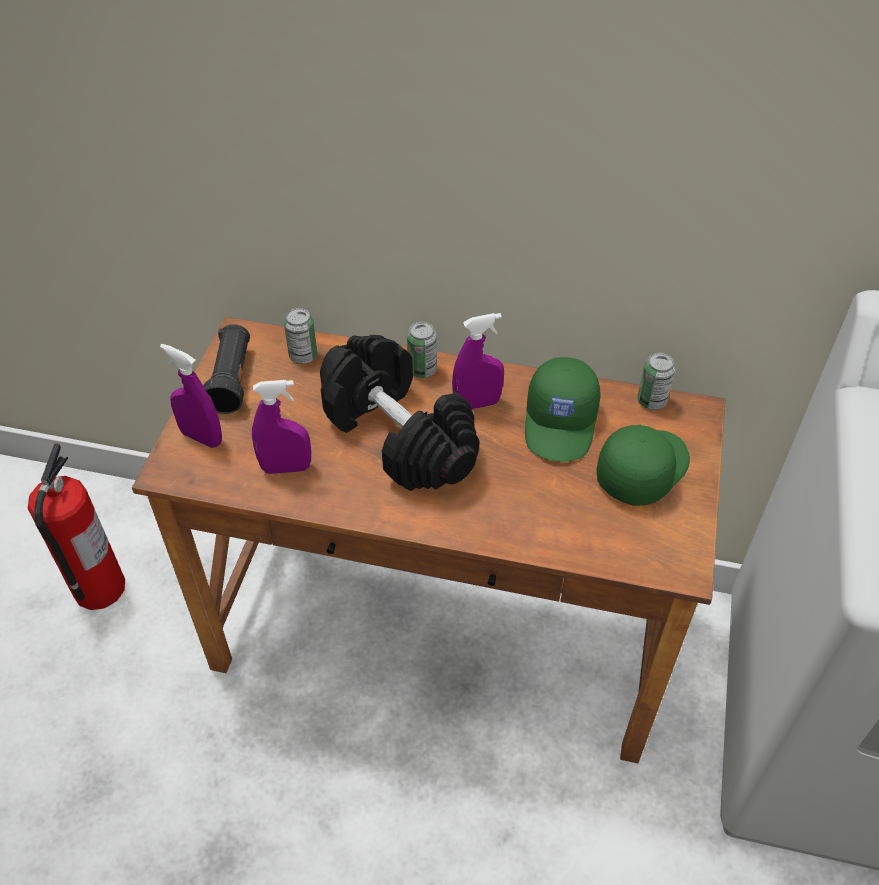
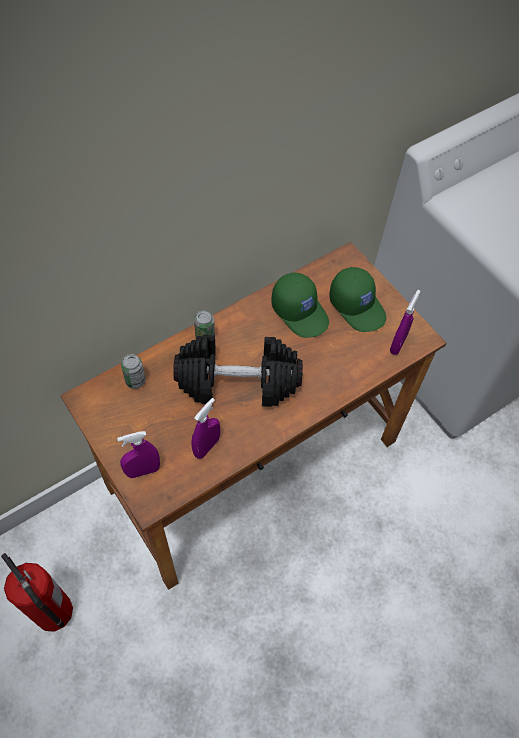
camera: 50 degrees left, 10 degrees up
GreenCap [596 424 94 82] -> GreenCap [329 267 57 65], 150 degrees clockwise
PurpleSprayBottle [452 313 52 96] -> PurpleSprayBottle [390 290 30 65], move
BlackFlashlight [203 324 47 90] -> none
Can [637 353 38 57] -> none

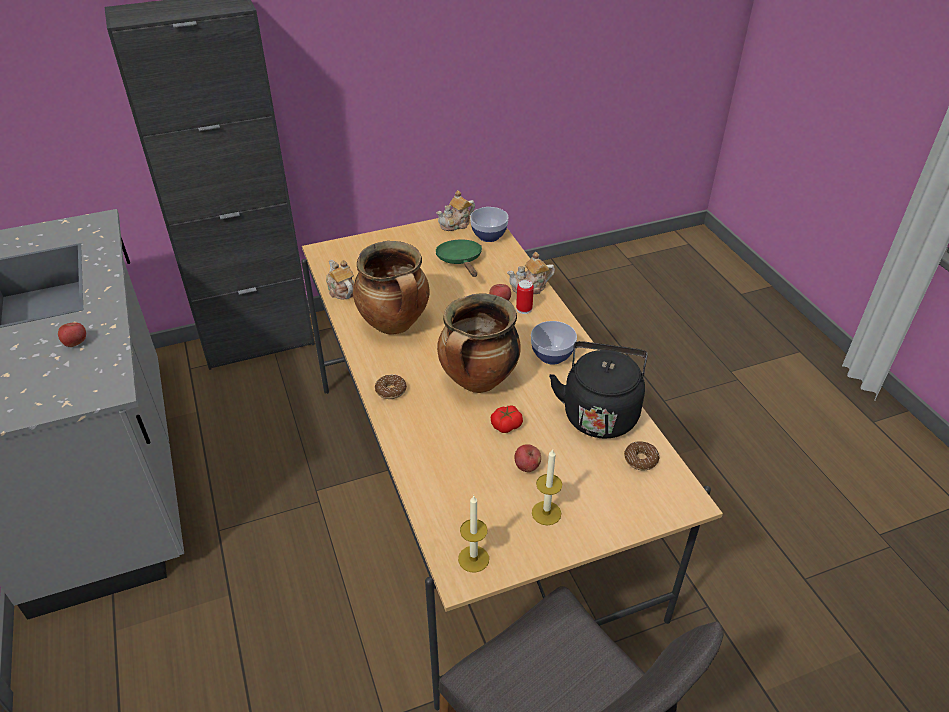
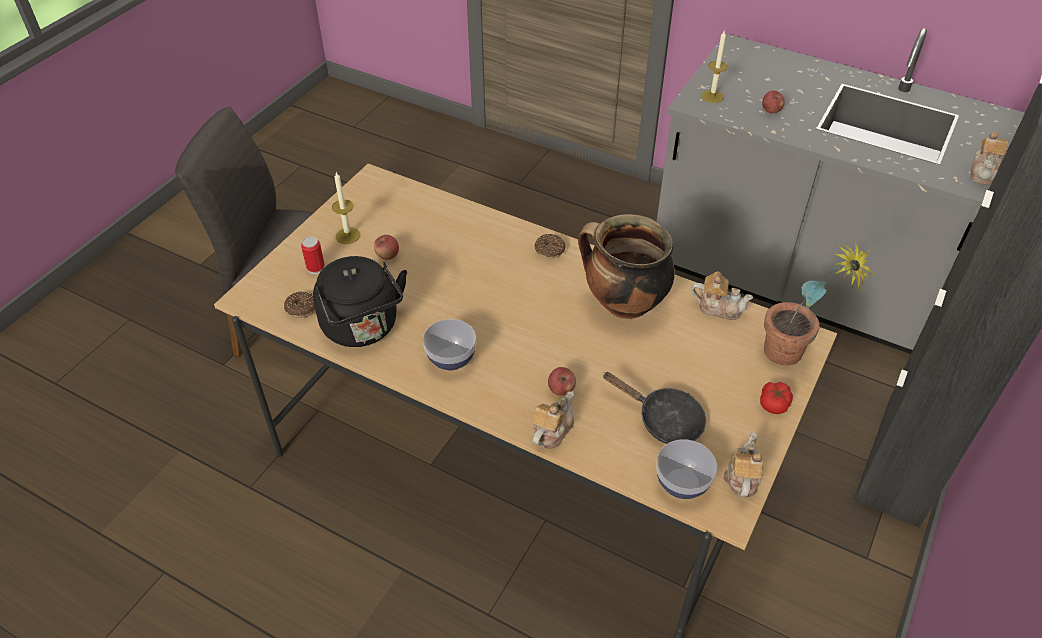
camera: 140 degrees right, 5 degrees up
Can [516 280 18 34] -> Can [301 236 24 38], move
GreenFryingPan [435 239 47 38] -> BlackFryingPan [602 372 104 72]
Candle [458 496 31 77] -> Candle [702 30 26 73], move
Tomato [491 405 32 28] -> Tomato [760 382 33 32], move
none -> PottedPlant [764 241 111 125]
none -> Teapot [970 132 38 53]
CookingPot [437 293 84 100] -> none

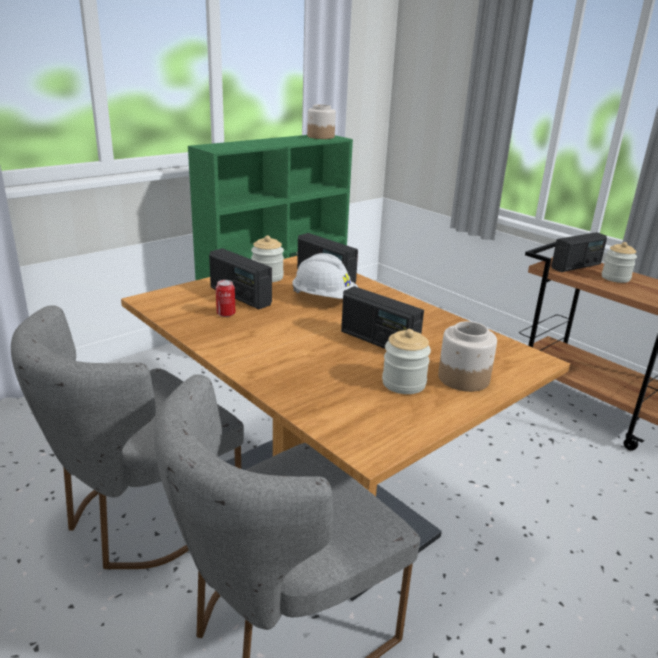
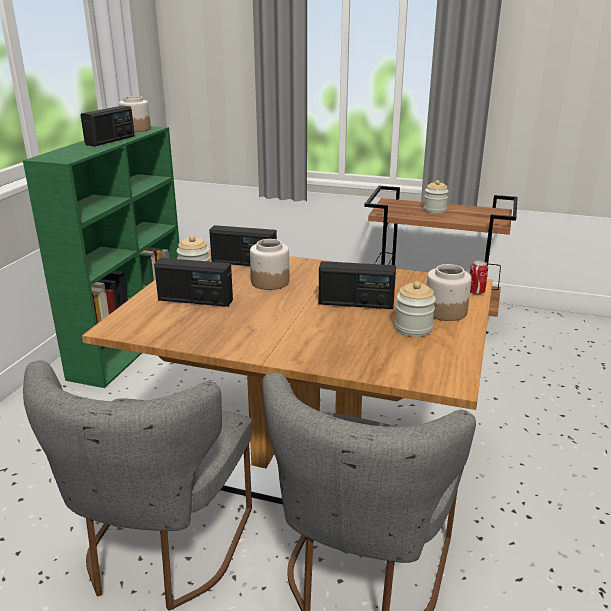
camera: 30 degrees left, 0 degrees up
Radio [551 232 56 40] -> Radio [81 106 54 40], move
WhiteHardHat [292 253 67 46] -> Jar [250 239 39 51]
Can [216 280 19 37] -> Can [470 260 18 34], move

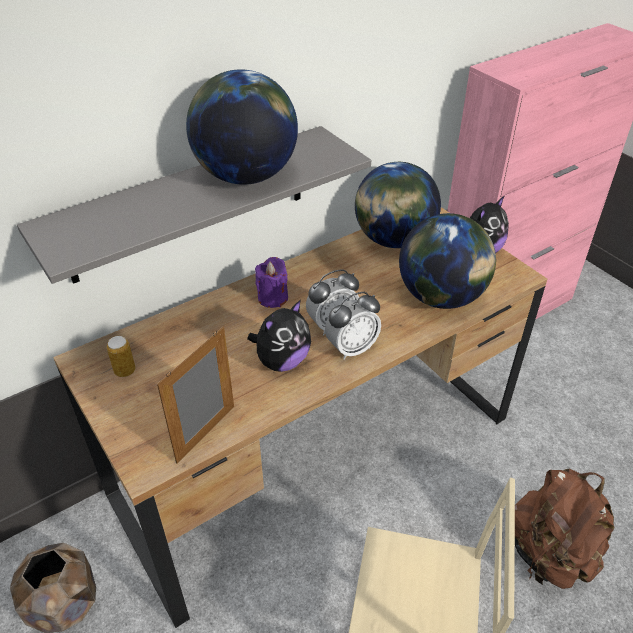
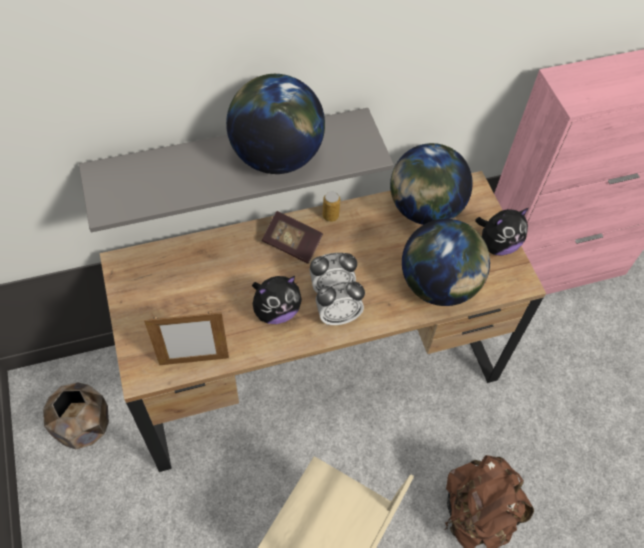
camera: 15 degrees right, 15 degrees up
PictureFrame [157 327 77 137] -> PictureFrame [144 311 85 54], 150 degrees counterclockwise
PurpleCandle [255 257 33 51] -> Book [262 211 61 53]
Can [107 336 28 41] -> Can [322 191 18 31], move

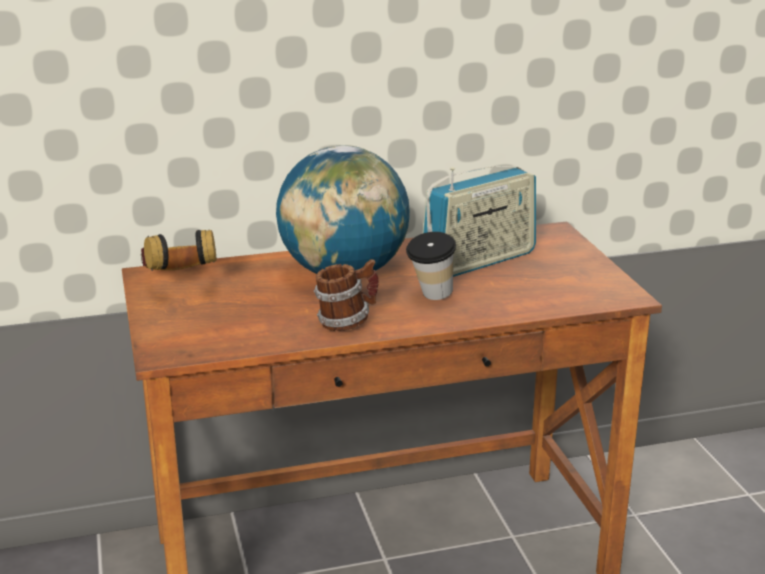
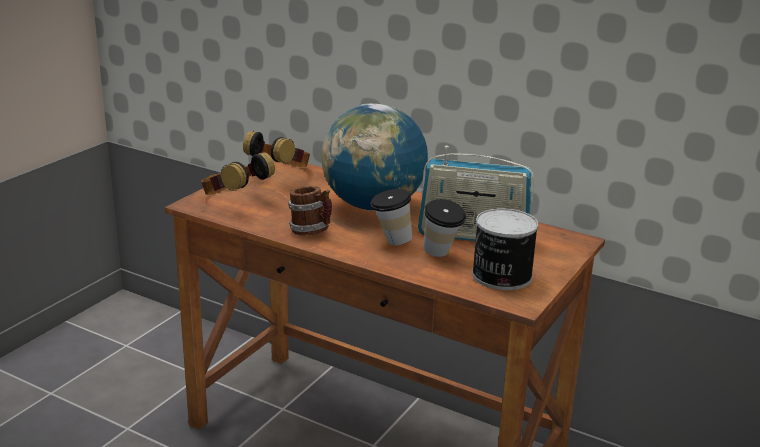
camera: 45 degrees right, 0 degrees up
none -> Headphones [201 153 74 42]
none -> Cup [423 199 43 58]
none -> Can [472 208 66 82]

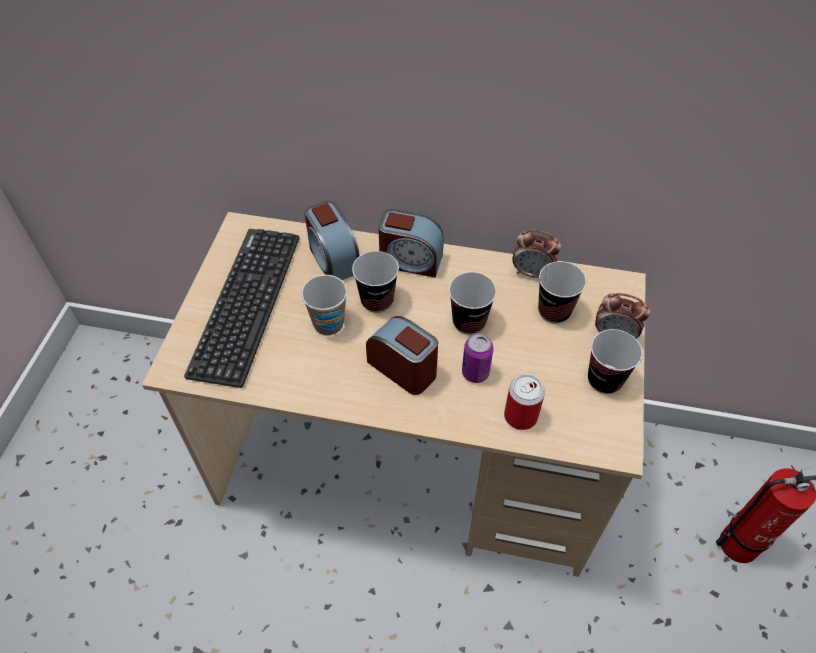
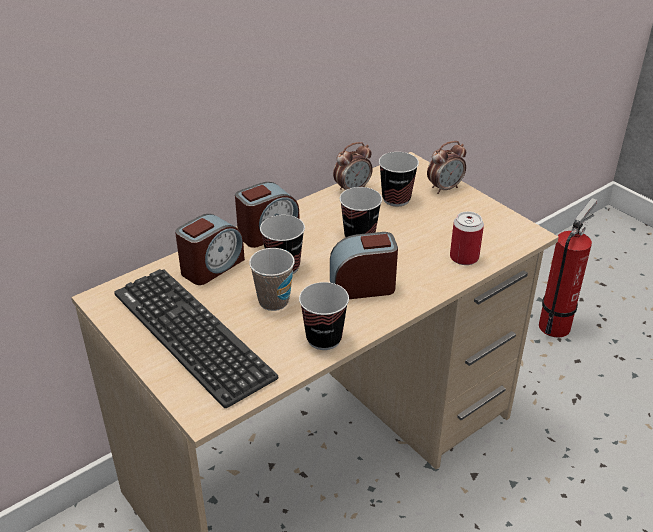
camera: 50 degrees left, 15 degrees down
AlarmClock [305 201 54 79] -> AlarmClock [175 214 70 71], 60 degrees counterclockwise
Cup [588 329 54 65] -> Cup [299 282 50 68], move
Can [462 333 31 50] -> none

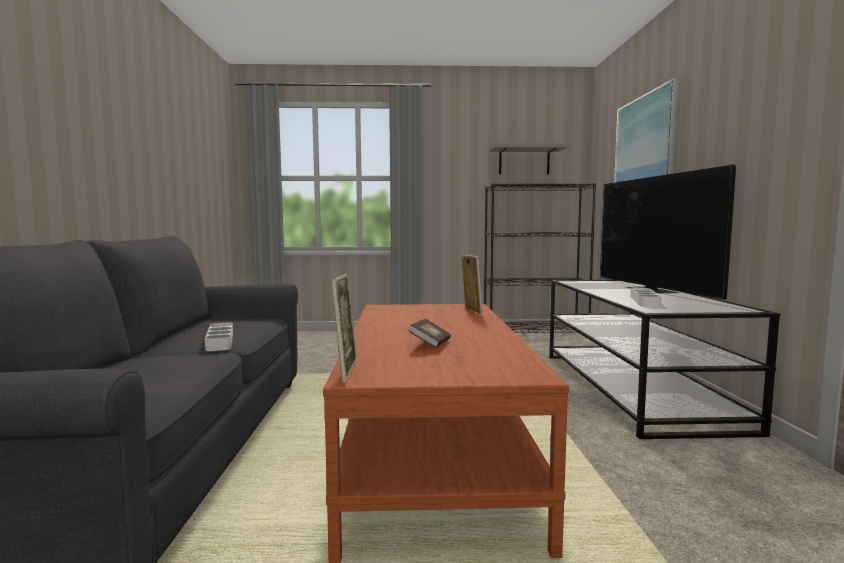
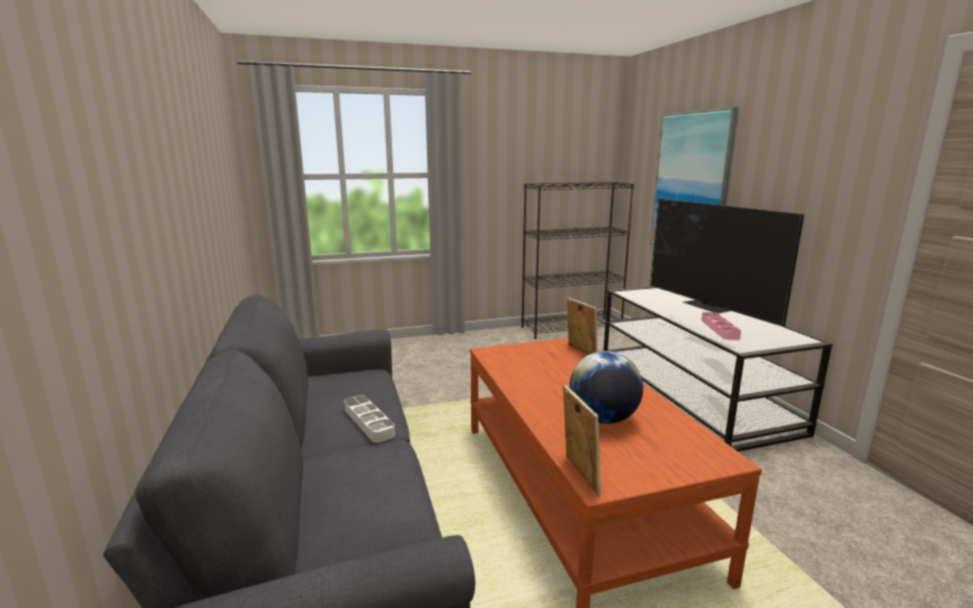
camera: 15 degrees left, 10 degrees up
Book [409 319 42 28] -> Globe [570 351 73 73]
GreyTray [630 288 32 19] -> PinkTray [701 312 40 28]
GreyShelf [490 143 79 31] -> none

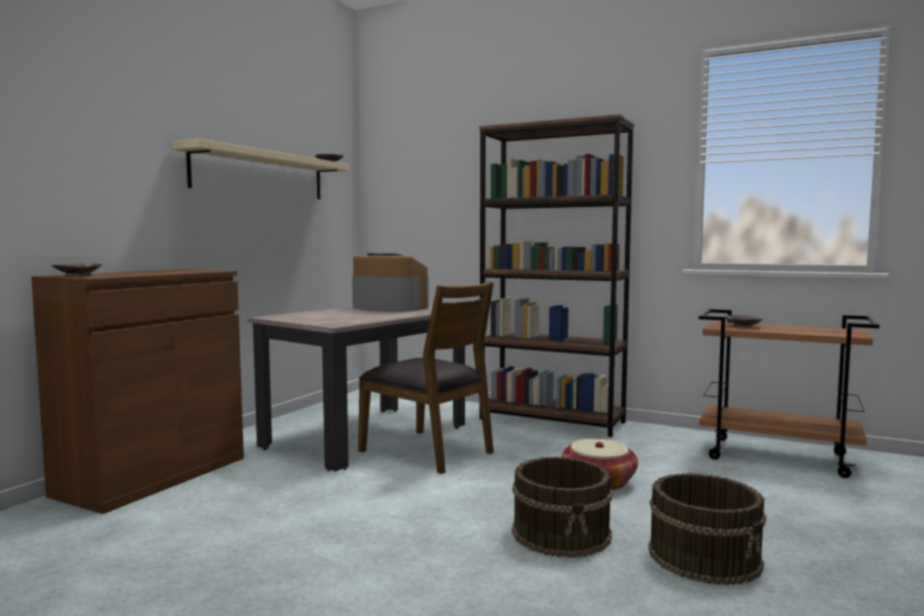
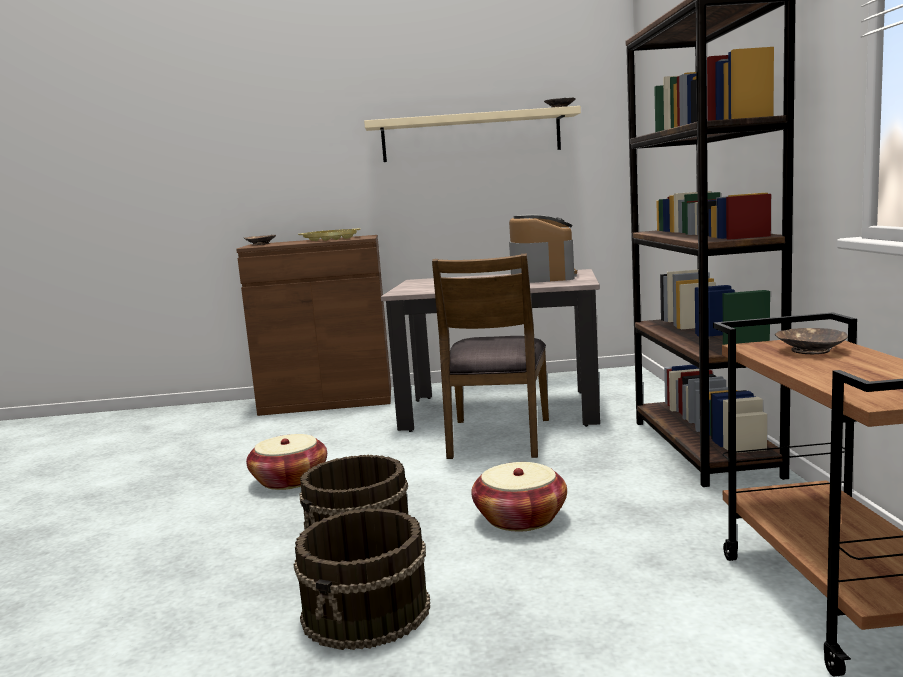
camera: 60 degrees right, 5 degrees up
none -> Basket [246 434 81 56]
none -> YellowTray [298 229 62 12]

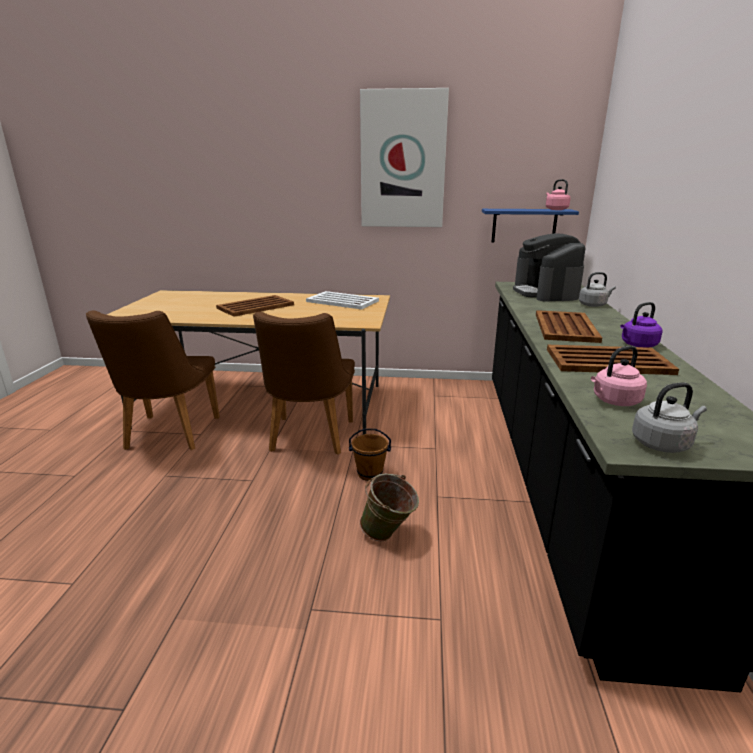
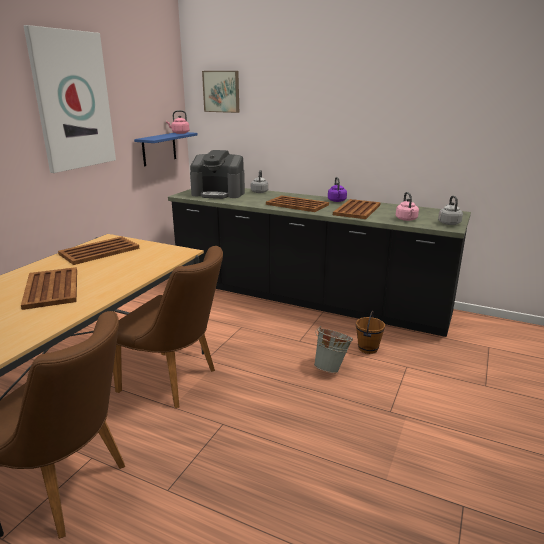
camera: 70 degrees left, 0 degrees up
WhiteTray [306 291 73 19] -> BrownTray [58 236 82 29]
none -> Picture [202 71 37 42]
GreenBucket [360 474 59 67] -> GreyBucket [314 326 39 47]
BrownBucket [349 428 42 53] -> BrownBucket [356 311 29 43], move

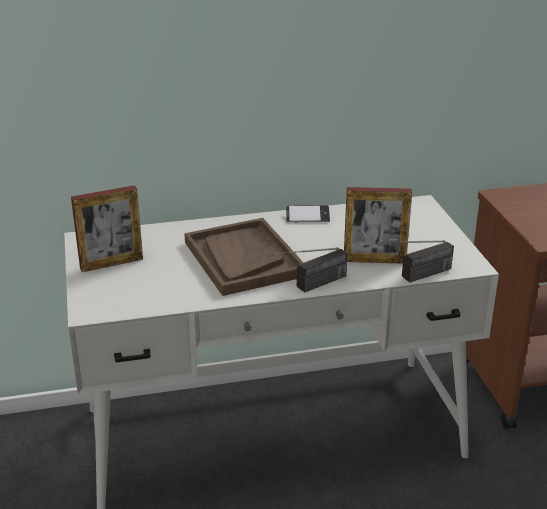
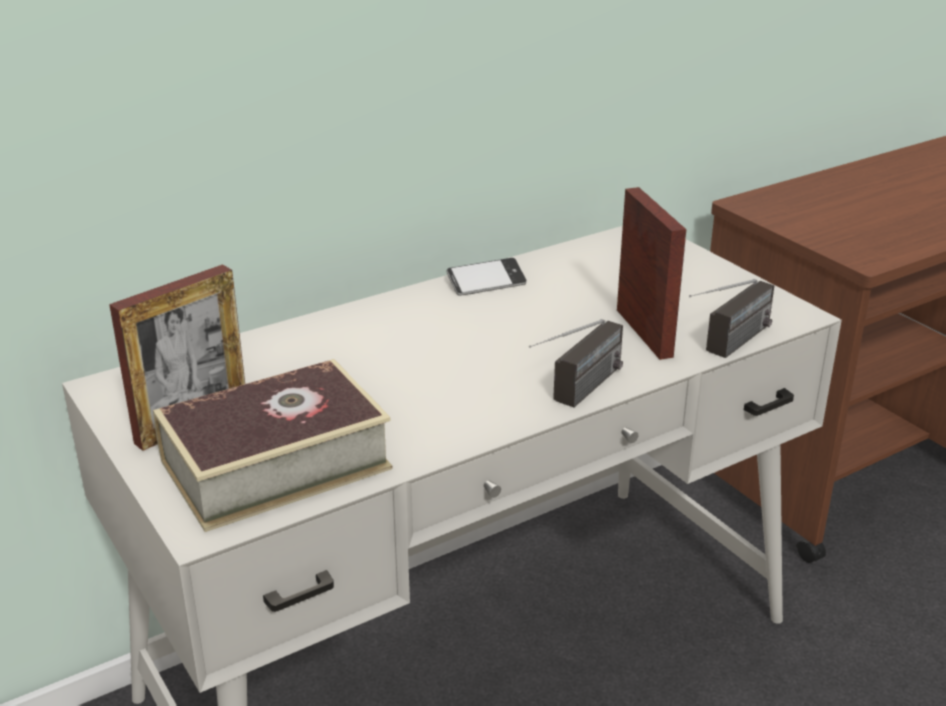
camera: 20 degrees left, 0 degrees up
none -> Book [153 359 240 173]
PictureFrame [344 187 68 77] -> PictureFrame [617 187 69 173], 90 degrees counterclockwise
BrownTray [184 218 120 78] -> none

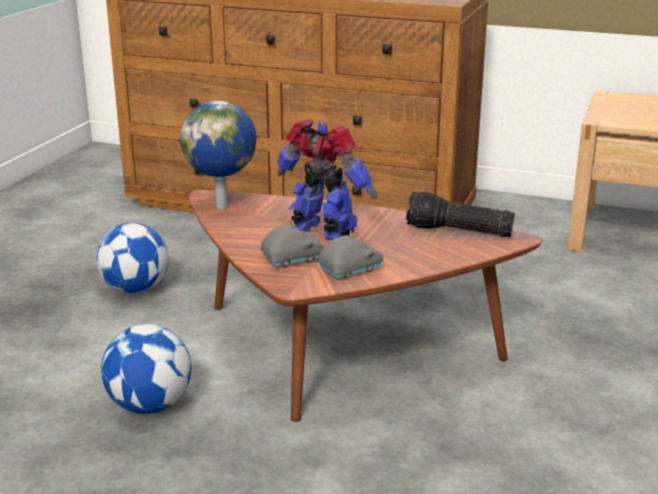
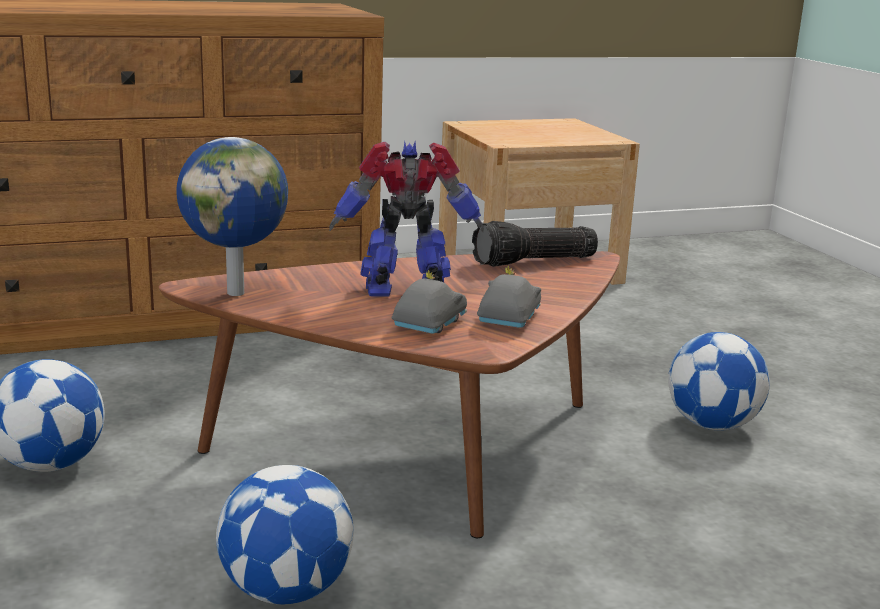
camera: 40 degrees left, 5 degrees down
none -> Football [668 332 102 98]

